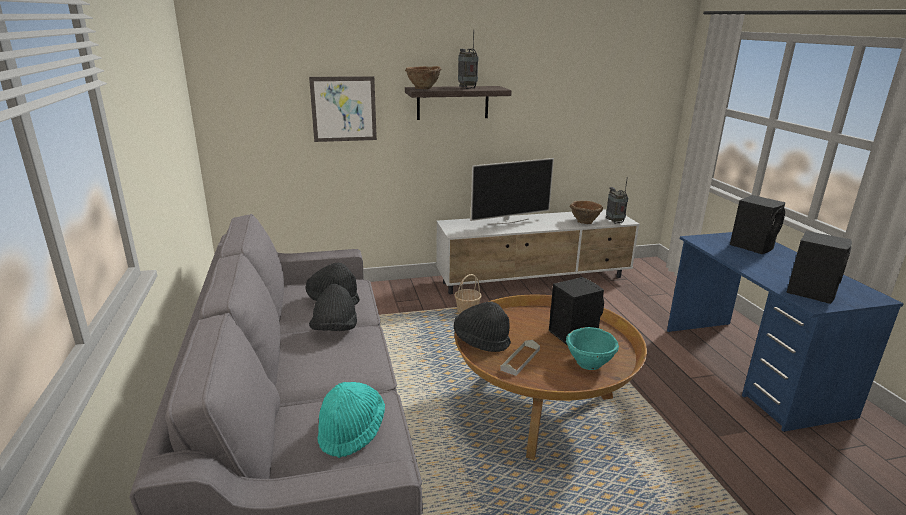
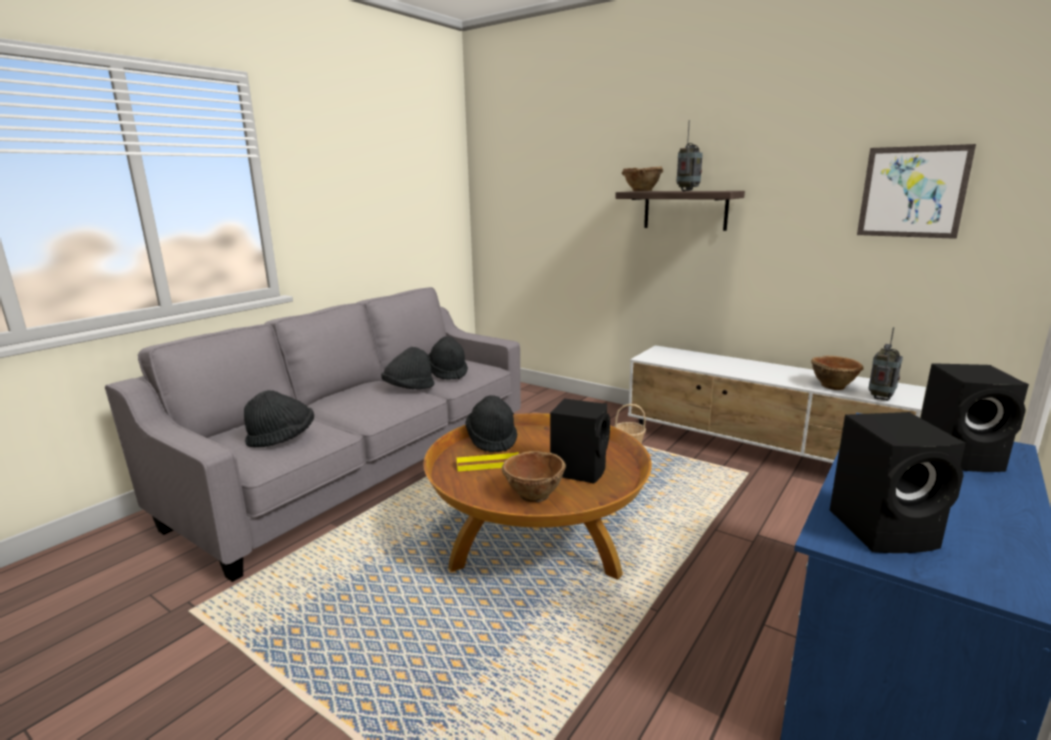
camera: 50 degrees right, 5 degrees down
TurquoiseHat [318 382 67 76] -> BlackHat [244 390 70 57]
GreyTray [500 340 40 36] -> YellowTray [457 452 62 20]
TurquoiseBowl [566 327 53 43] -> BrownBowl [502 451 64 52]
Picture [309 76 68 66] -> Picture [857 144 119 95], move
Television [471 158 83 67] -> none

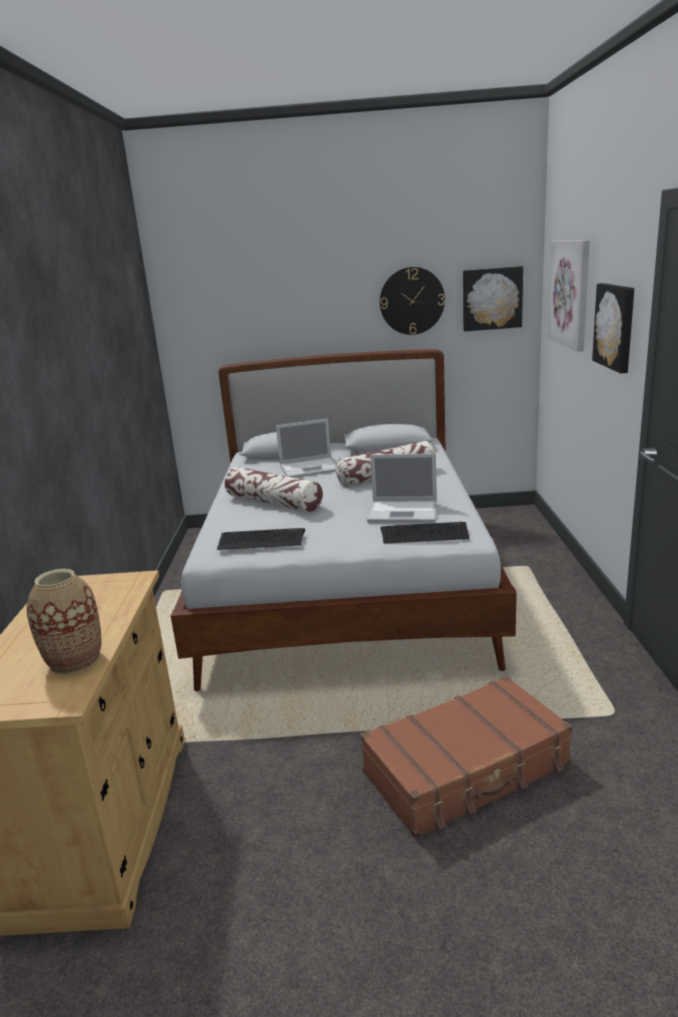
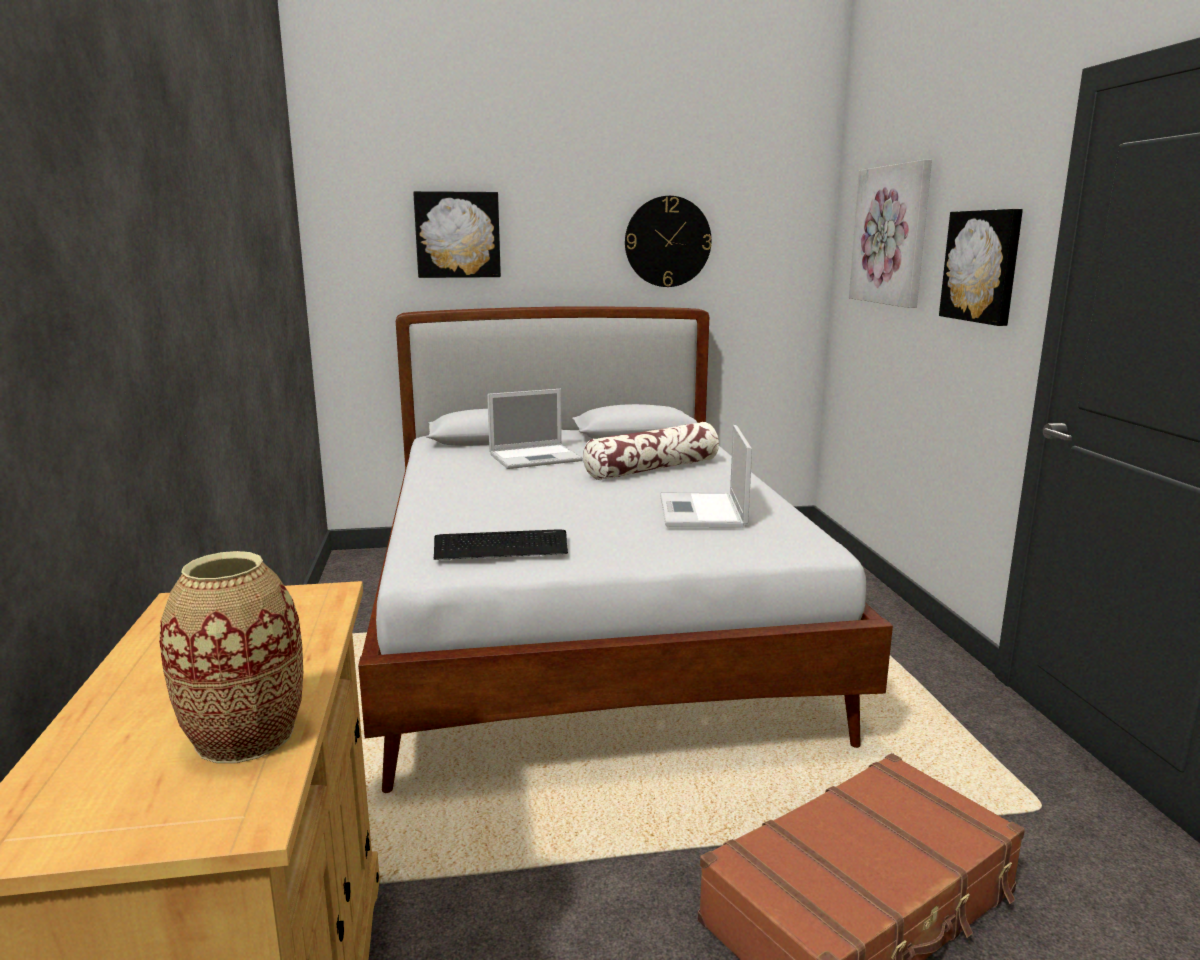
camera: 10 degrees left, 5 degrees down
Picture [463 266 60 65] -> Picture [413 191 88 87], move
Laptop [367 453 70 69] -> Laptop [660 425 92 103], 90 degrees clockwise
Pillow [225 467 98 45] -> none
Keyboard [381 522 88 22] -> none

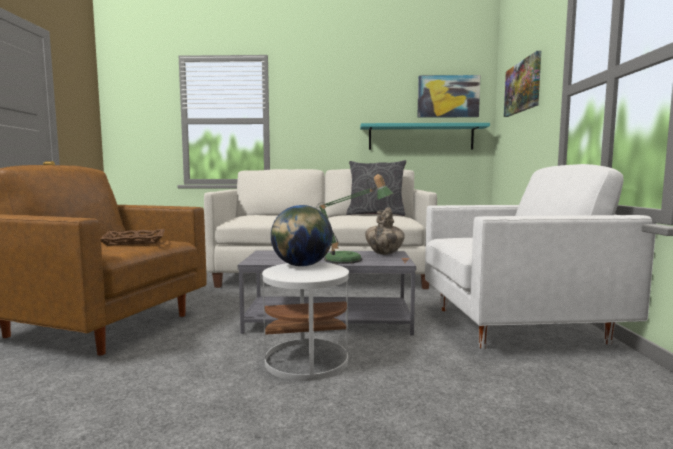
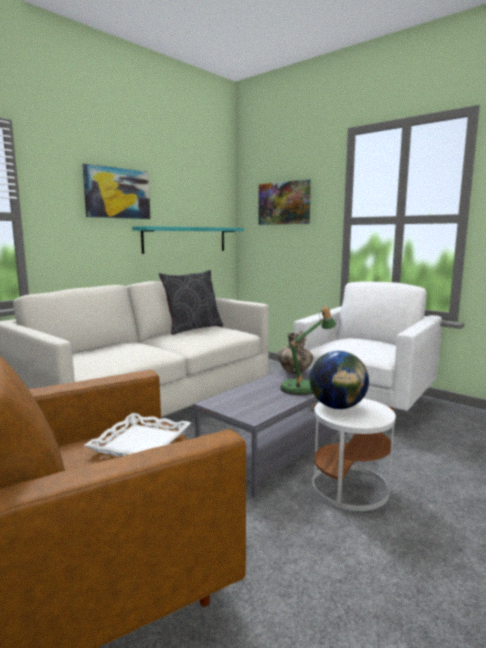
camera: 50 degrees left, 5 degrees up
Picture [417 75 64 43] -> Picture [82 164 68 55], move
BrownTray [101 229 64 17] -> WhiteTray [84 413 107 44]

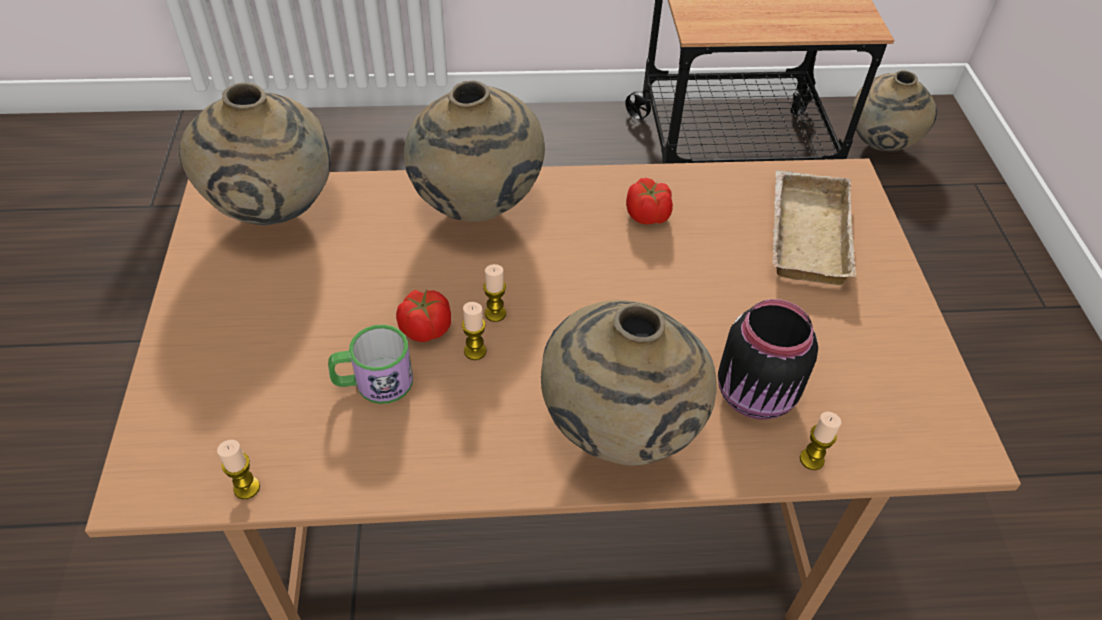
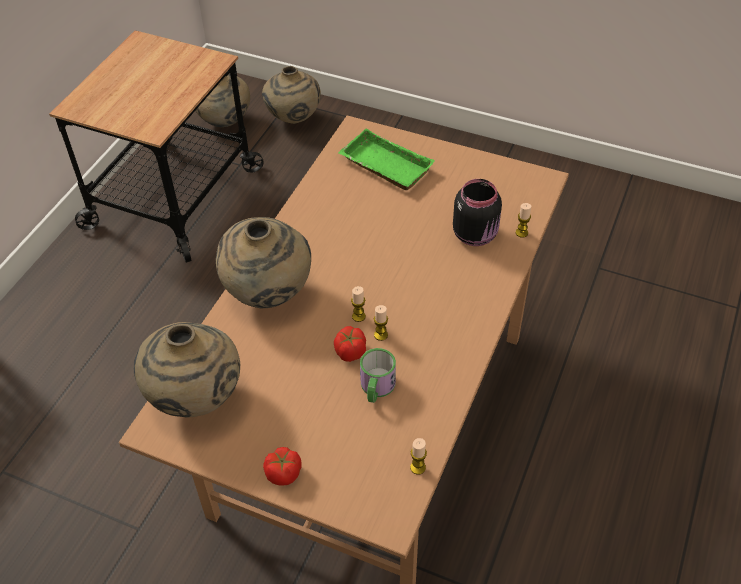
camera: 60 degrees left, 0 degrees up
BeigeVase [541 300 176 166] -> BeigeVase [262 66 59 58], move
Tomato [626 178 47 47] -> Tomato [263 447 39 39], move
BeigeTray [772 170 84 115] -> GreenTray [338 128 97 62]

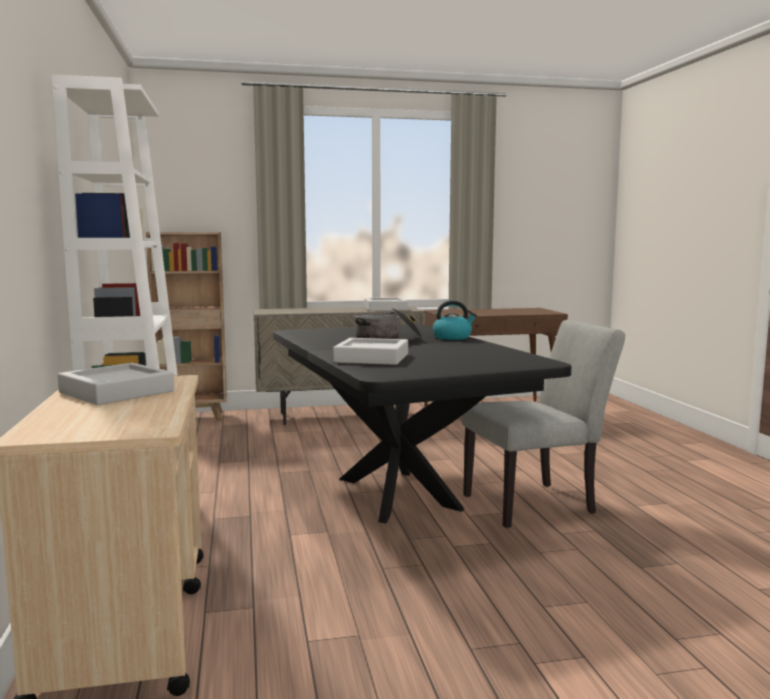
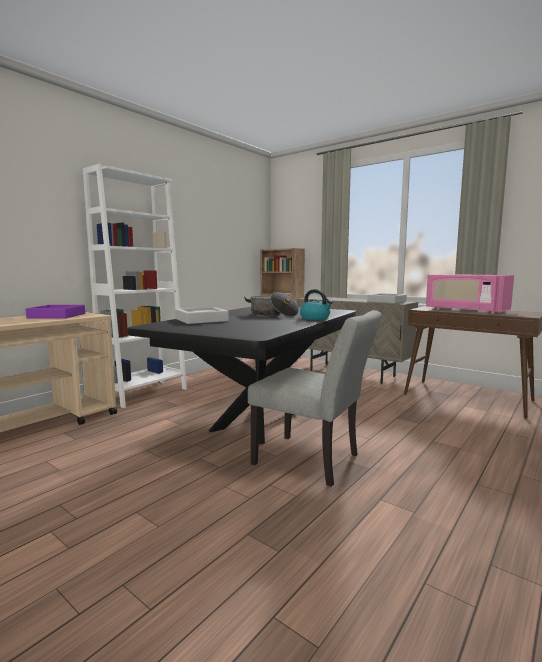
camera: 50 degrees right, 0 degrees up
GreyTray [58 363 116 42] -> PurpleTray [26 305 59 14]
none -> PinkMicrowave [426 274 88 40]

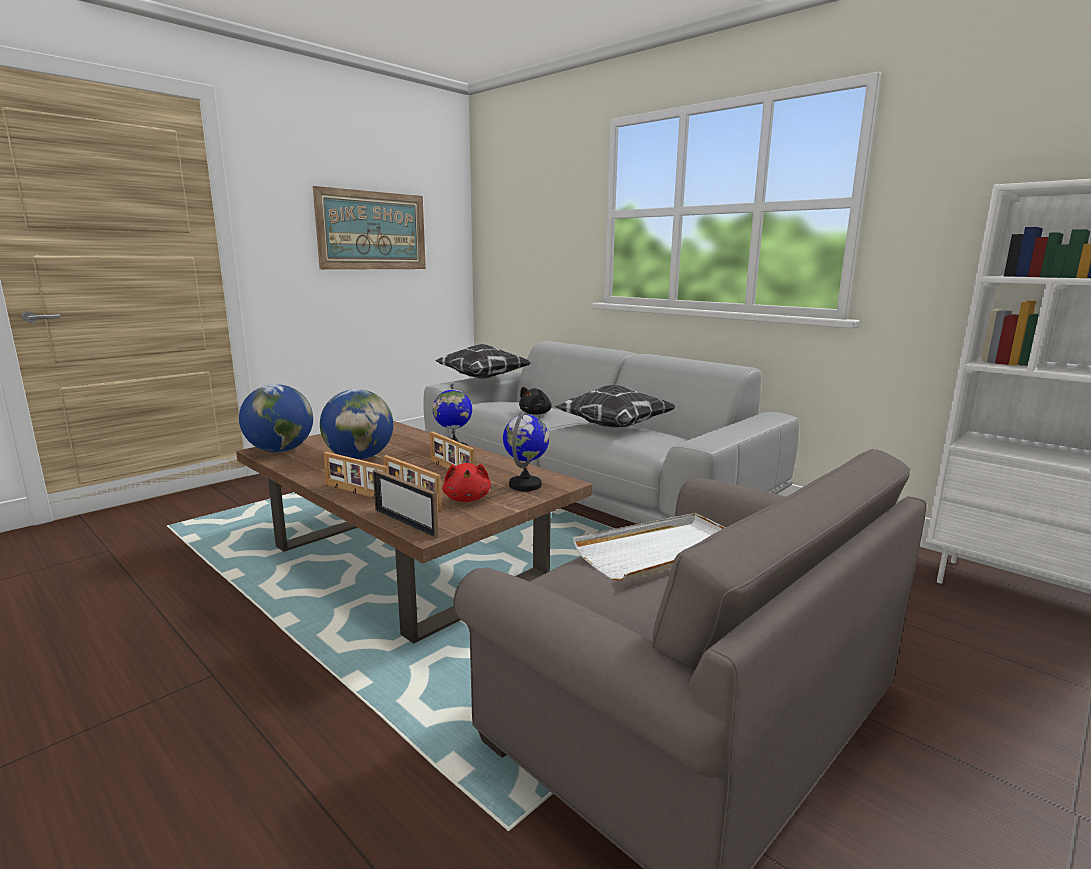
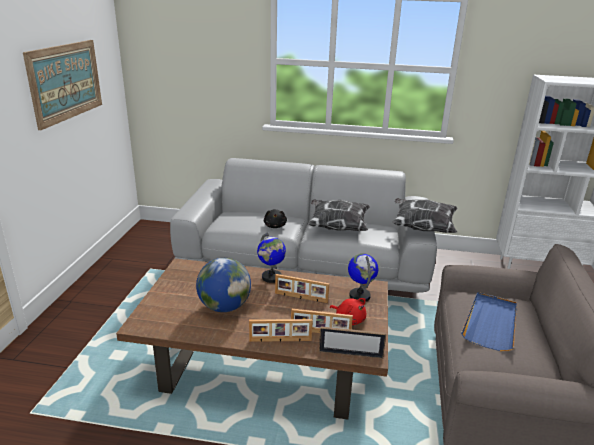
camera: 35 degrees left, 10 degrees up
Pillow [435 344 96 35] -> Pillow [392 198 66 35], move
WhiteTray [573 513 153 68] -> BlueTray [461 292 56 59]
Globe [239 384 74 69] -> none

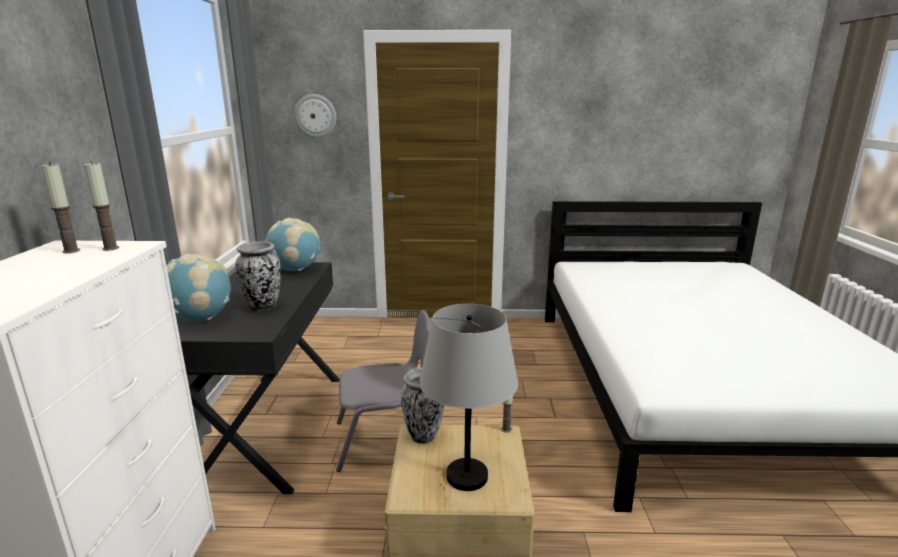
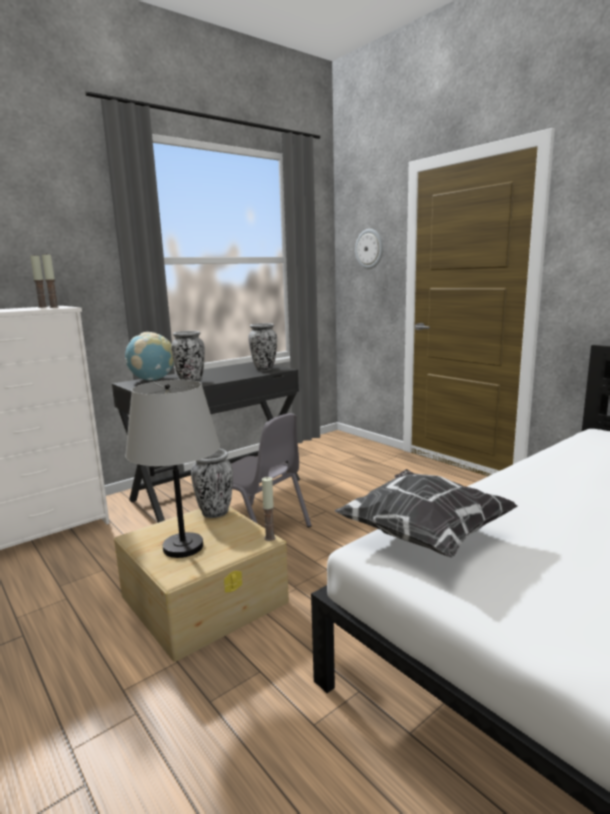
camera: 50 degrees right, 5 degrees down
Globe [265 218 55 53] -> Vase [248 323 29 48]
none -> Pillow [335 469 183 88]

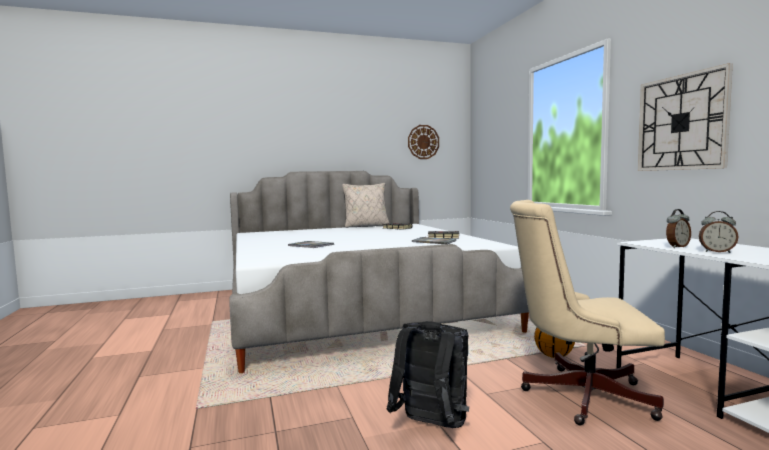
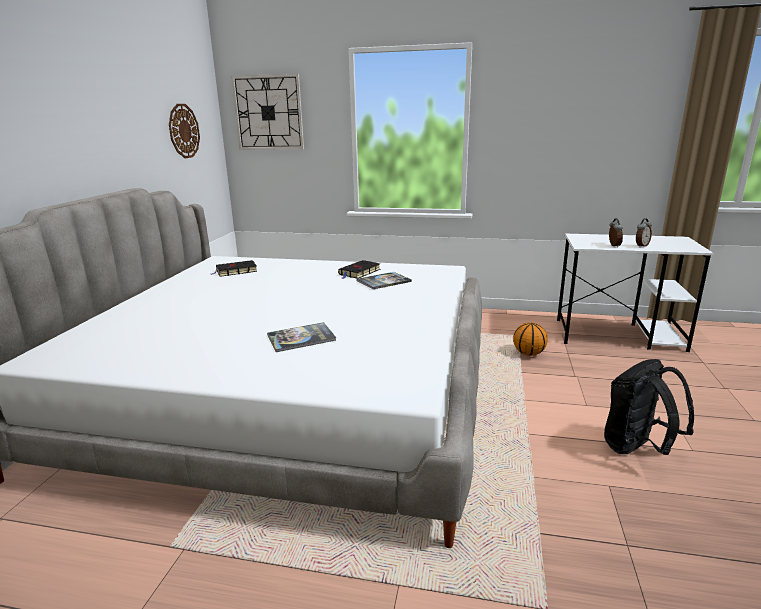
camera: 60 degrees left, 15 degrees up
WallClock [638 63 95 108] -> WallClock [231 74 73 76], move
BeigePillow [343 183 46 45] -> none
BeigeOfficeChair [510 200 155 225] -> none

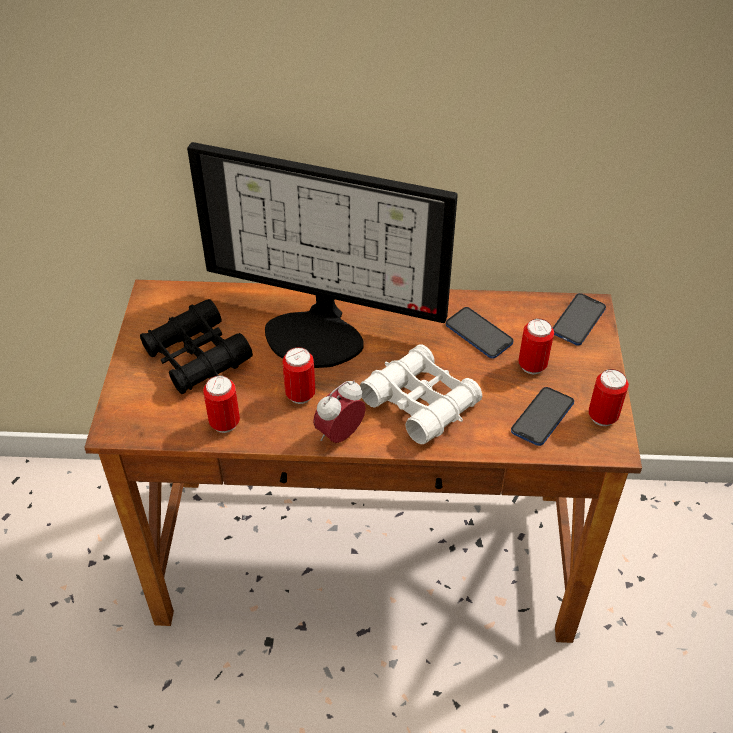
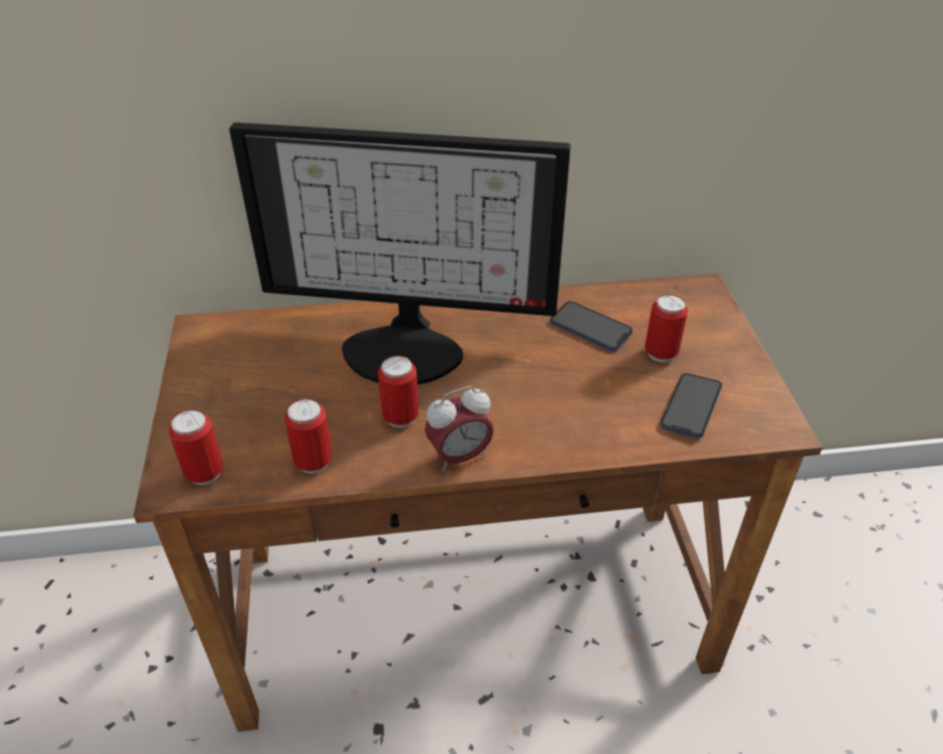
camera: 10 degrees left, 5 degrees down
Can [589 369 40 57] -> Can [169 410 54 75], move
AlarmClock [313 380 53 63] -> AlarmClock [425 386 69 85], 150 degrees counterclockwise
BlackBinoculars [140 299 113 95] -> none
WhiteBinoculars [359 344 124 100] -> none
Phone [553 293 53 53] -> none

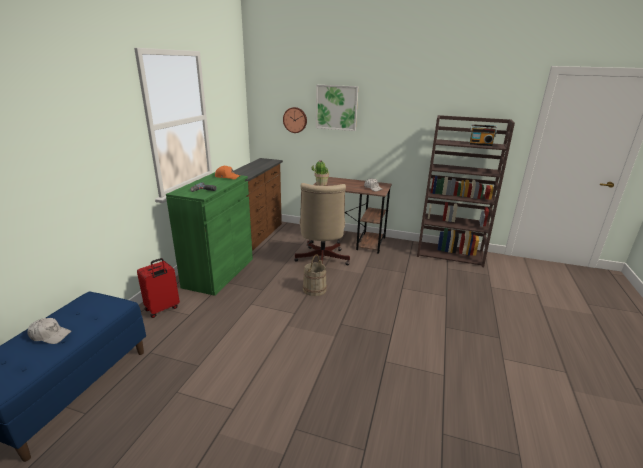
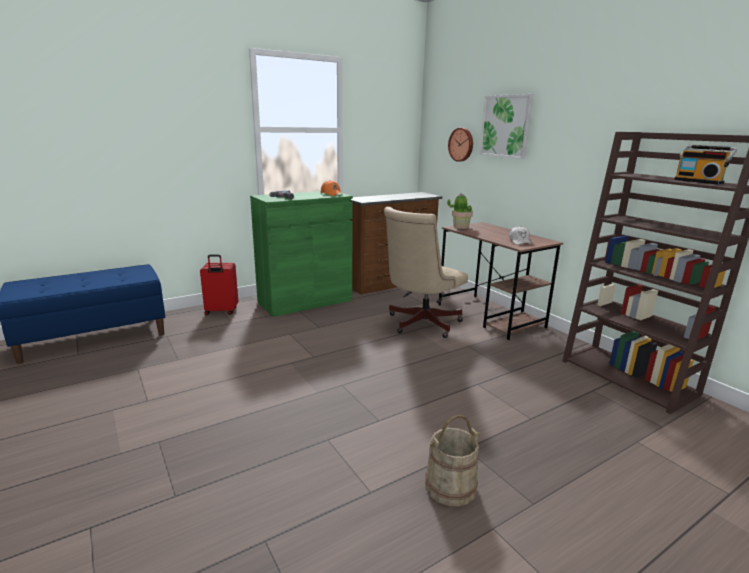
camera: 40 degrees right, 5 degrees down
BeigeBucket [303 254 24 42] -> BeigeBucket [425 415 55 92], move
WhiteCap [27 318 44 26] -> none

